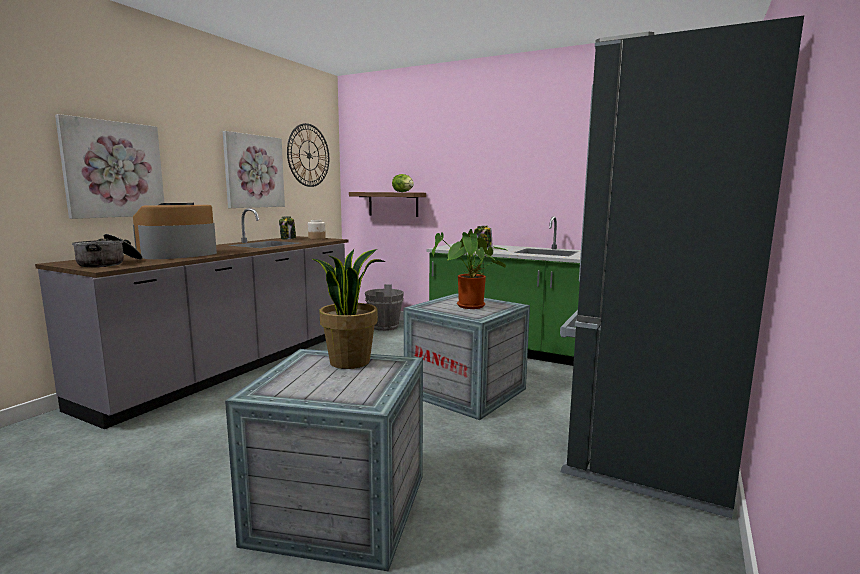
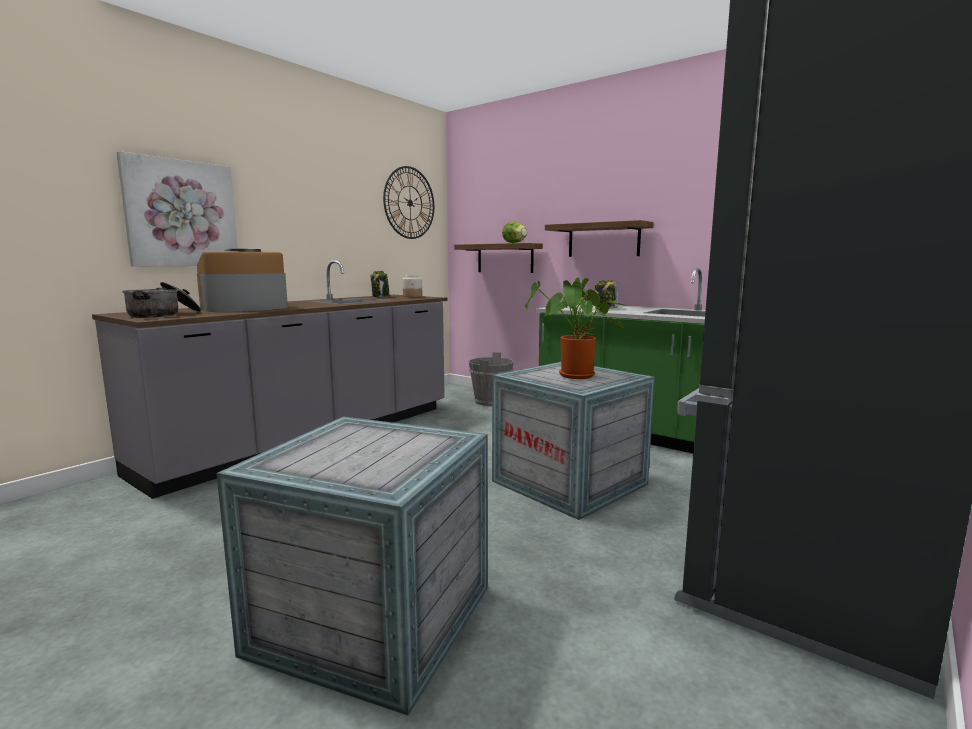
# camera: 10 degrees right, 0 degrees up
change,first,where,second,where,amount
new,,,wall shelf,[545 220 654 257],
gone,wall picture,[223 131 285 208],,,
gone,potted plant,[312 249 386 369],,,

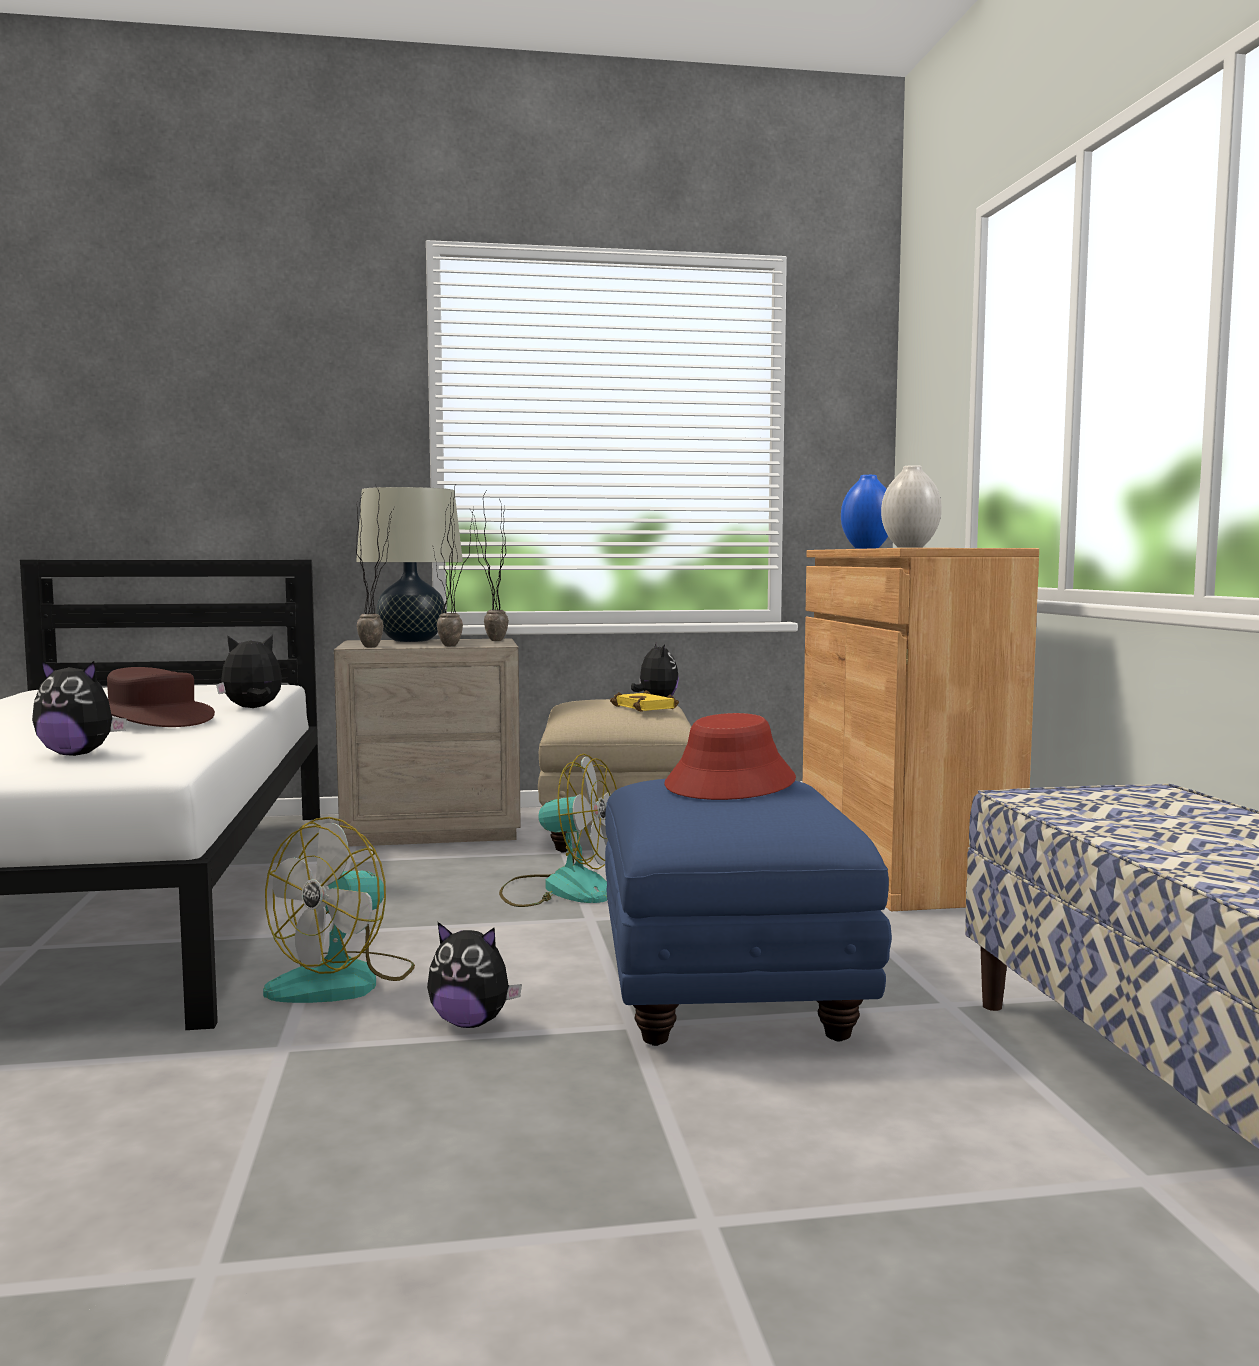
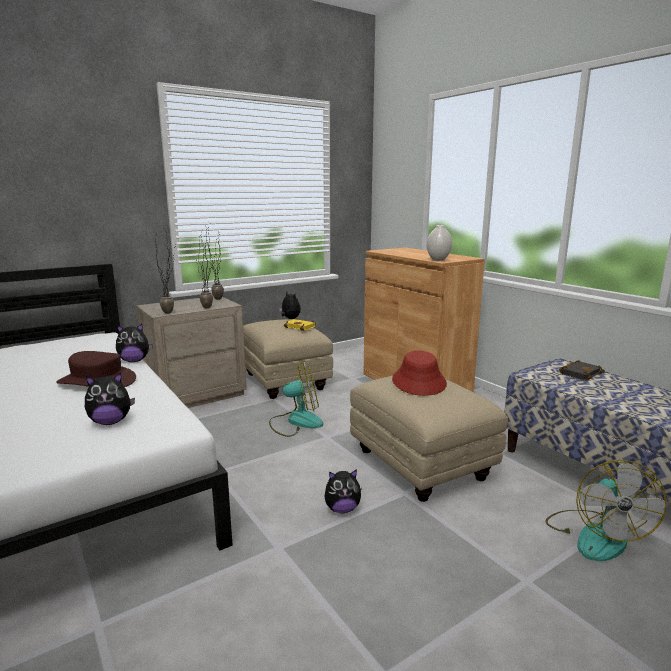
# camera: 25 degrees left, 10 degrees up
change,first,where,second,where,amount
rotated,cuddly toy,[216 634 282 708],,[116 324 153 362],150 degrees counterclockwise
repainted,blue-coloured footrest,[605 779 892 1046],beige footrest,[350 376 508 502],
shifted,fan,[263 817 415 1003],,[546 460 667 561],
new,,,black-coloured book,[559 360 605 381],
gone,beige tabletop lamp,[356 487 463 642],,,
gone,blue-coloured flower vase,[841 475 888 549],,,

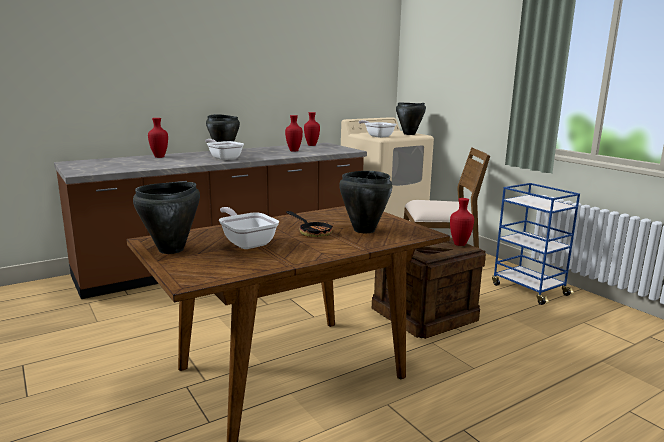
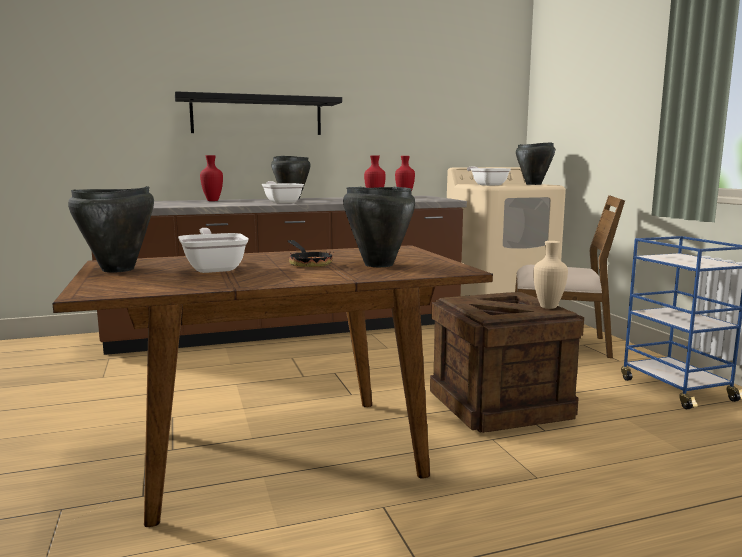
# camera: 15 degrees right, 5 degrees down
change,first,where,second,where,amount
new,,,black-coloured wall shelf,[175 91 342 135],
repainted,red flower vase,[450 198 474 246],beige flower vase,[533 241 568 309],

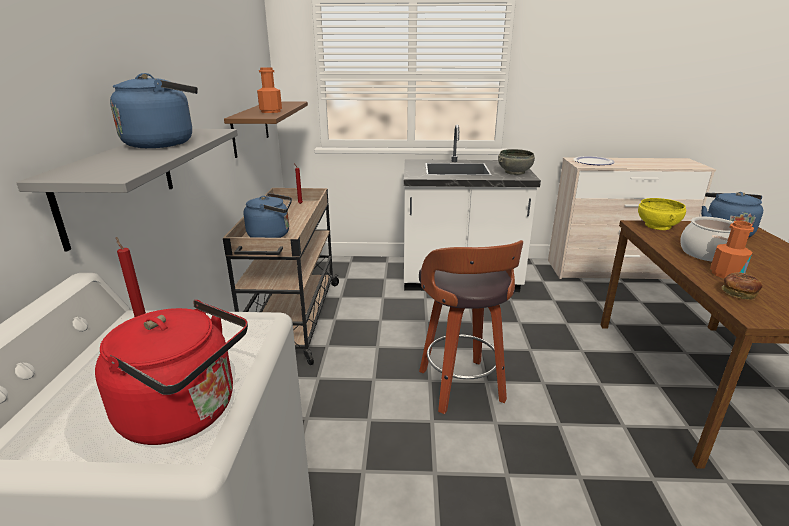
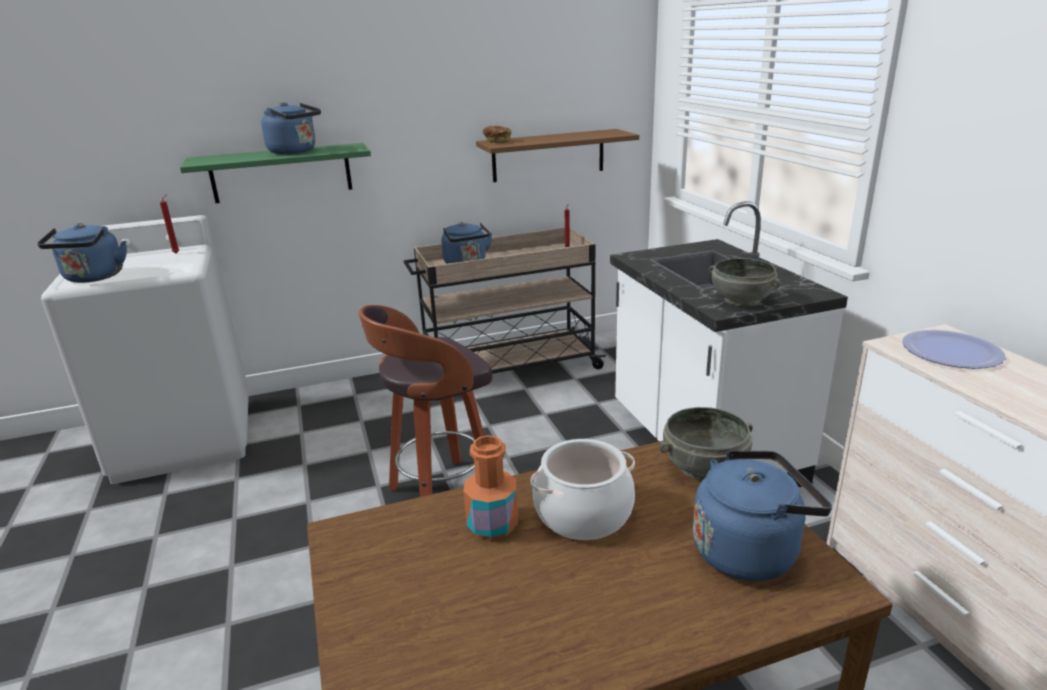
# camera: 70 degrees right, 0 degrees up
change,first,where,second,where,amount
repainted,red water kettle,[95 300 248 445],blue-coloured water kettle,[37 223 127 283],
repainted,gray wall shelf,[16 129 238 252],green wall shelf,[180 143 371 203],
shifted,bread,[722 272 763 300],,[482 126 511 143],
repainted,yellow bowl,[638 198 686 230],gray bowl,[659 407 753 481],
gone,orange-coloured drink bottle,[257 67 282 113],,,

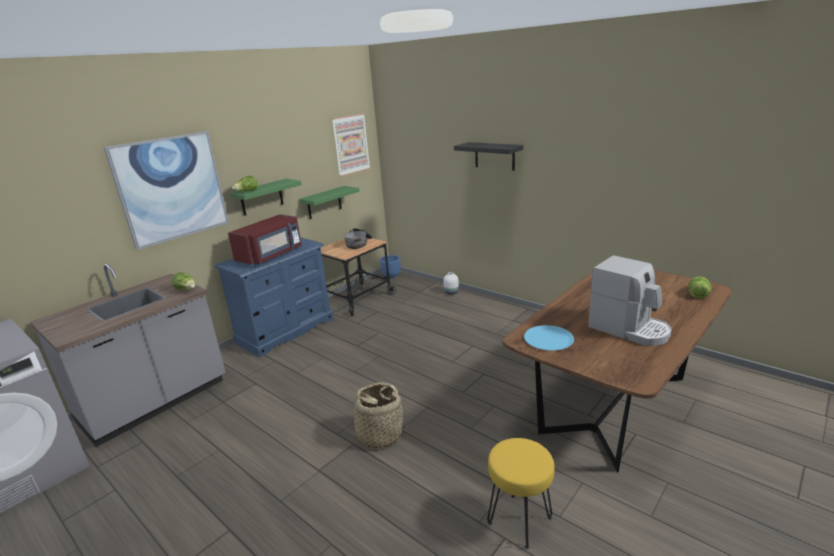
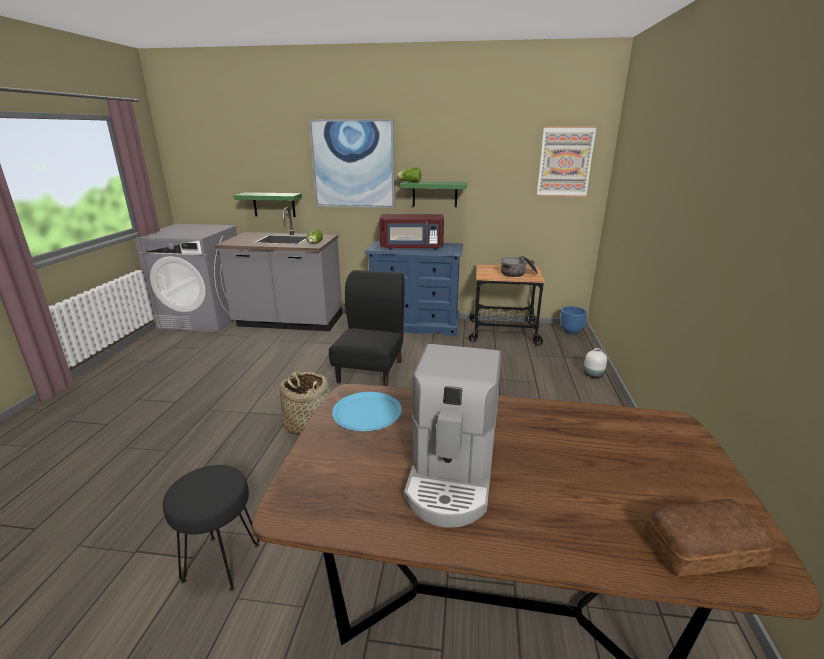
# camera: 55 degrees right, 0 degrees up
change,first,where,second,where,amount
repainted,yellow stool,[487 438 555 549],black-coloured stool,[163 465 260 591],
shifted,green wall shelf,[299 186 360 219],,[233 192 302 217],
new,,,black-coloured upright chair,[329 270 405 386],
swapped,head of lettuce,[688 276 712 299],bread,[644 499 775 576],
gone,black-coloured wall shelf,[454 142 523 171],,,

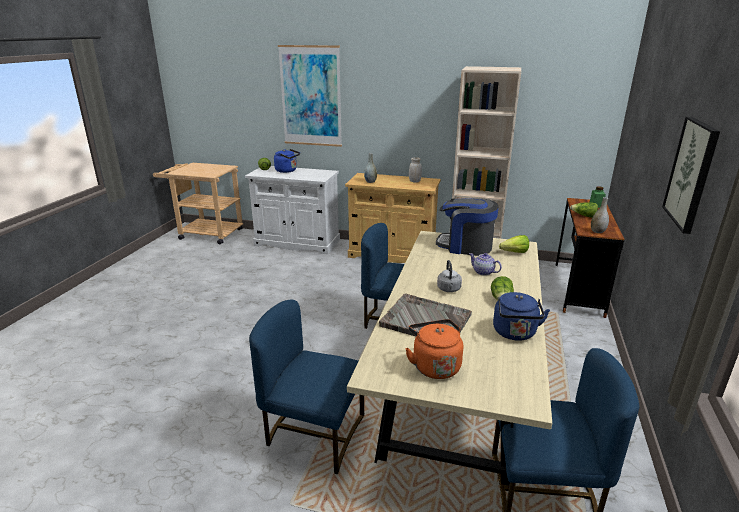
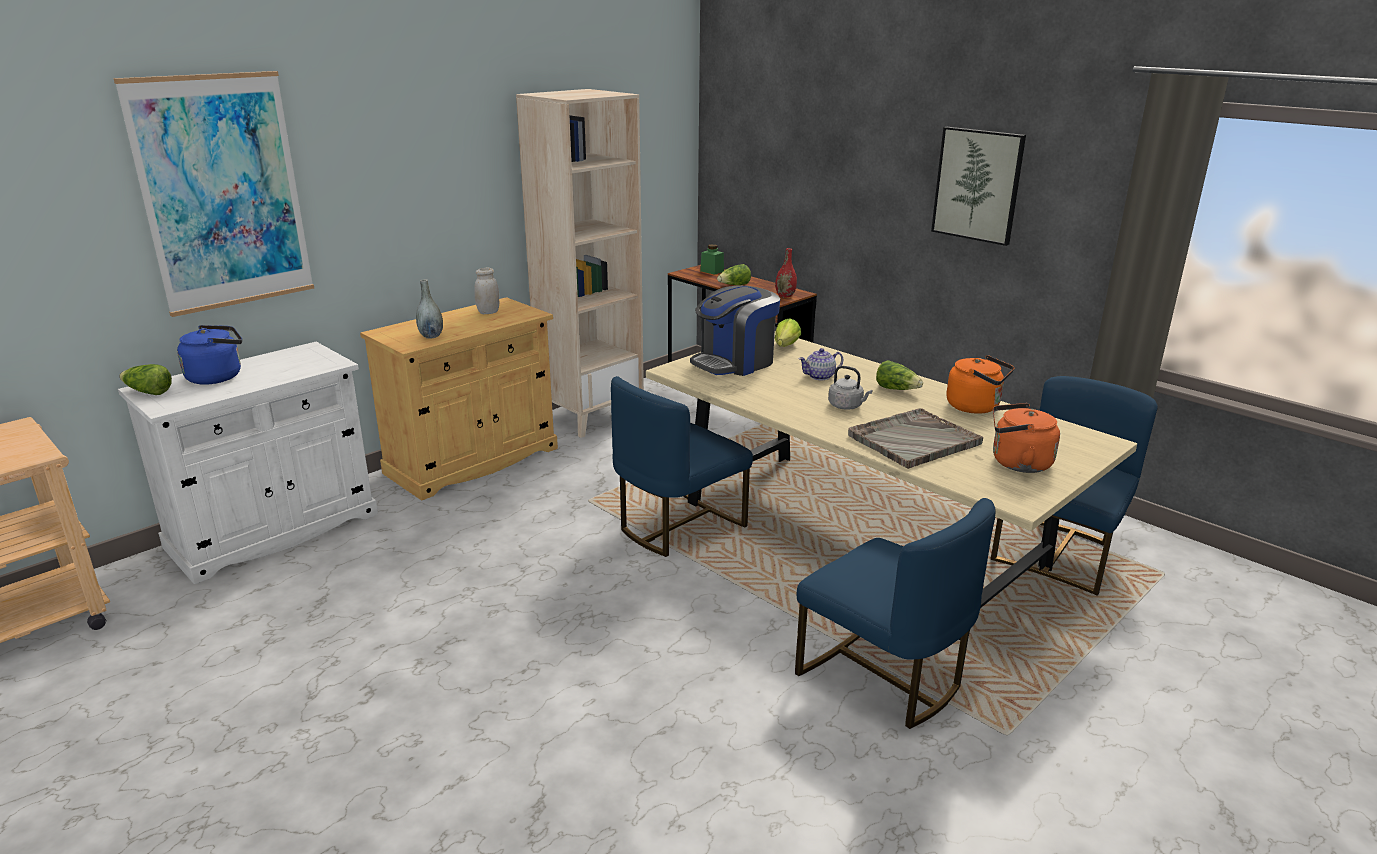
# camera: 60 degrees left, 0 degrees up
change,first,where,second,where,amount
repainted,gray flower vase,[591 197 609 233],red flower vase,[775 248 797 298],
rotated,blue-coloured upright chair,[249 300 364 475],,[795 498 996 729],90 degrees counterclockwise
repainted,blue-coloured water kettle,[493 292 550 341],orange-coloured water kettle,[946 355 1014 414],

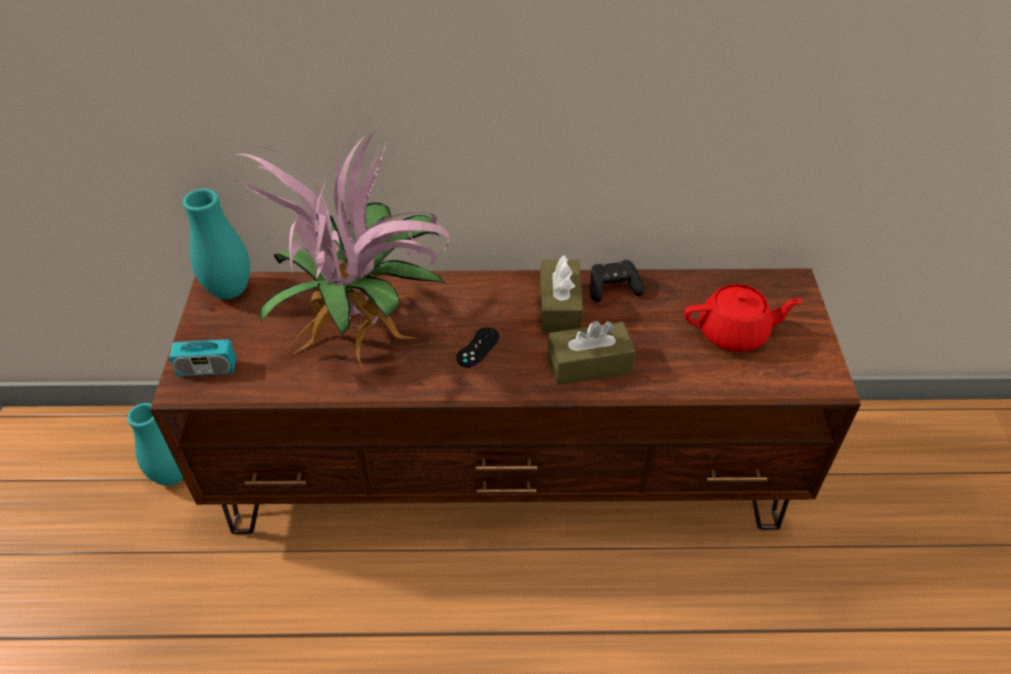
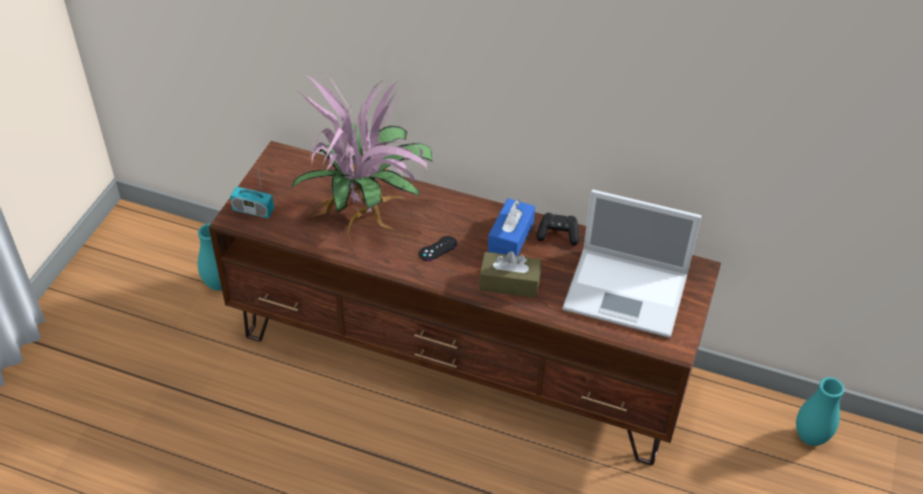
# camera: 20 degrees right, 0 degrees up
change,first,where,second,where,amount
repainted,brown box of tissues,[540 255 583 333],blue-coloured box of tissues,[488 198 535 256],
swapped,red pot for tea,[684 284 803 352],portable computer,[562 189 701 338],
shifted,turquoise flower vase,[183 188 250 299],,[796 377 844 446],

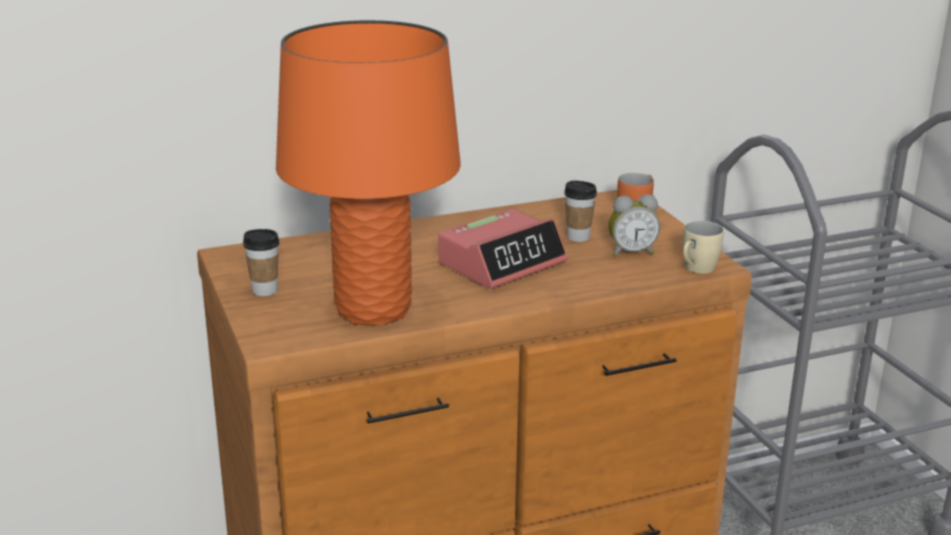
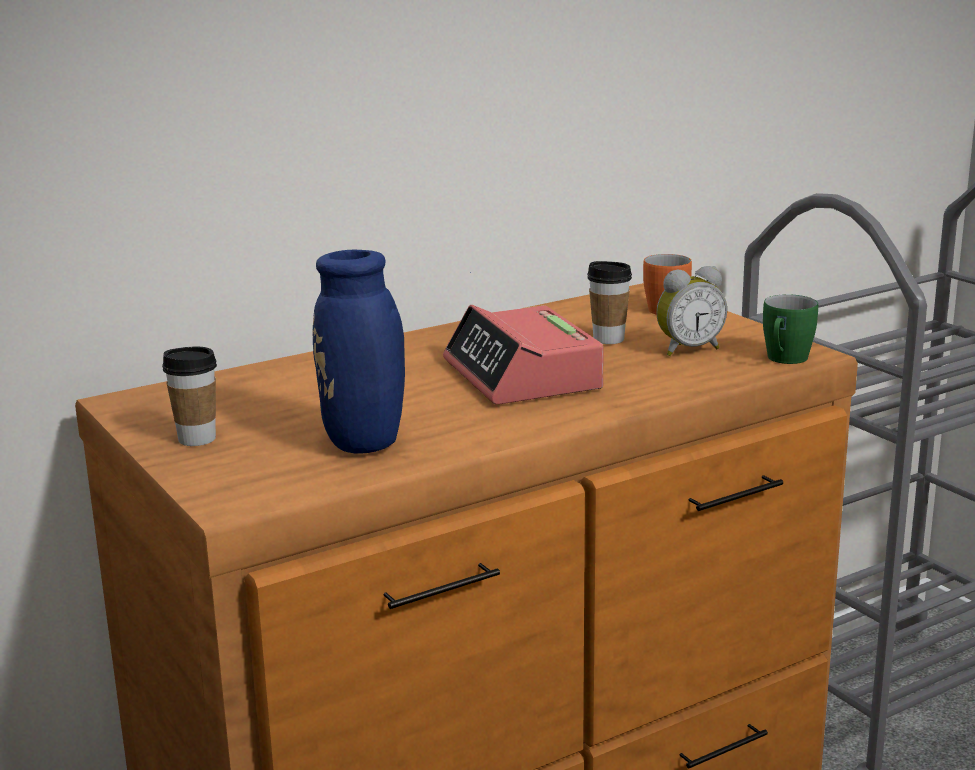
# camera: 10 degrees left, 5 degrees down
change,first,where,second,where,amount
swapped,orange-coloured tabletop lamp,[276 20 461 326],blue-coloured flower vase,[313 250 471 454],
rotated,table clock,[438 209 567 289],,[443 305 604 405],120 degrees clockwise
repainted,beige coffee mug,[683 221 724 274],green coffee mug,[763 294 818 364],

